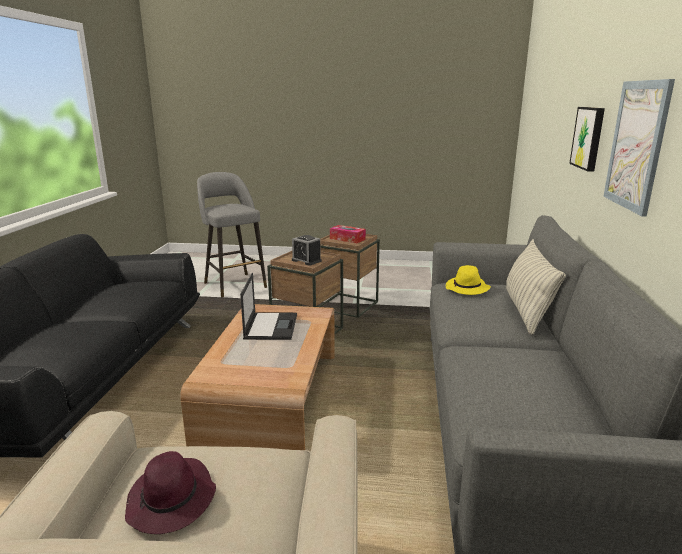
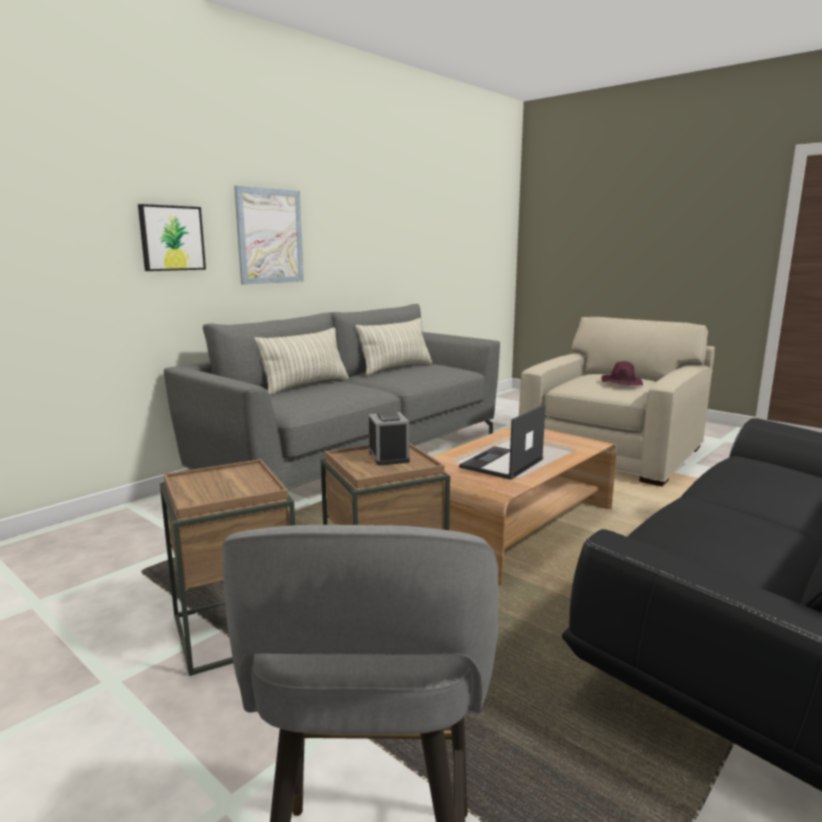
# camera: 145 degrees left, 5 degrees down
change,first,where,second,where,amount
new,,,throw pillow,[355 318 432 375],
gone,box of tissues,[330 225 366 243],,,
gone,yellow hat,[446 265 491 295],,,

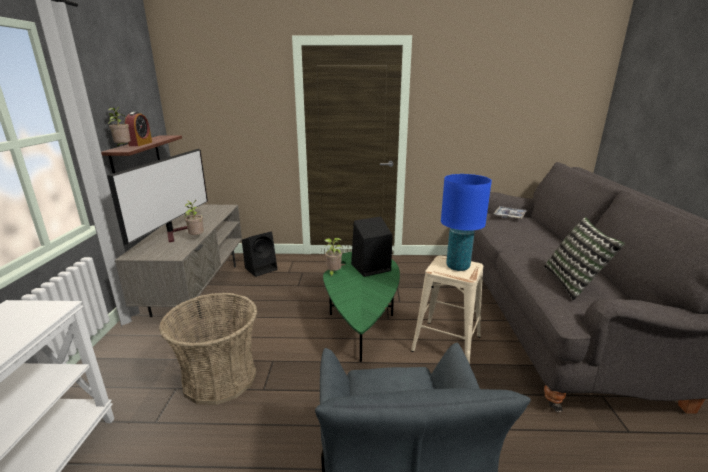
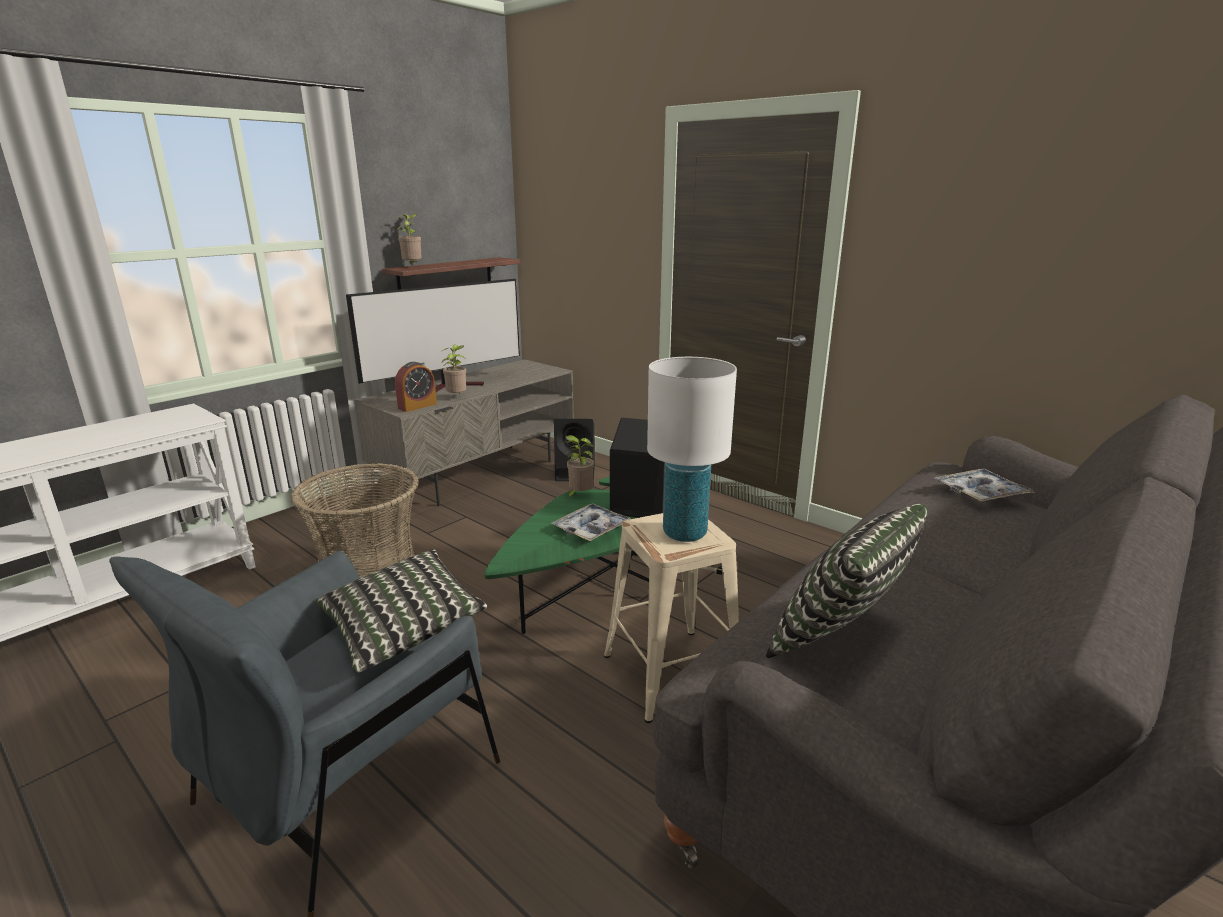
# camera: 40 degrees right, 0 degrees up
change,first,where,second,where,amount
new,,,throw pillow,[316 549 487 673],
shifted,table clock,[125 112 152 146],,[395 362 437 412],
new,,,tray,[551 503 631 541],
repainted,blue-coloured tabletop lamp,[441 174 492 271],whitish tabletop lamp,[647 357 737 542],

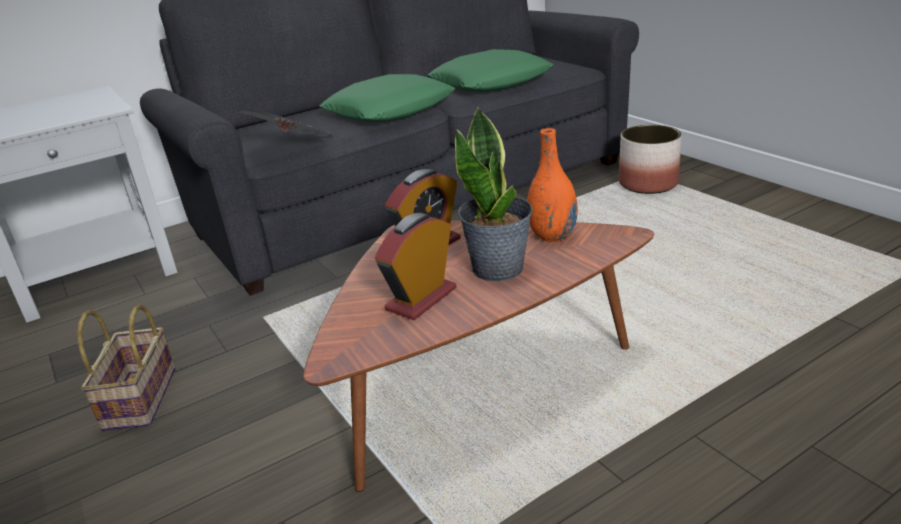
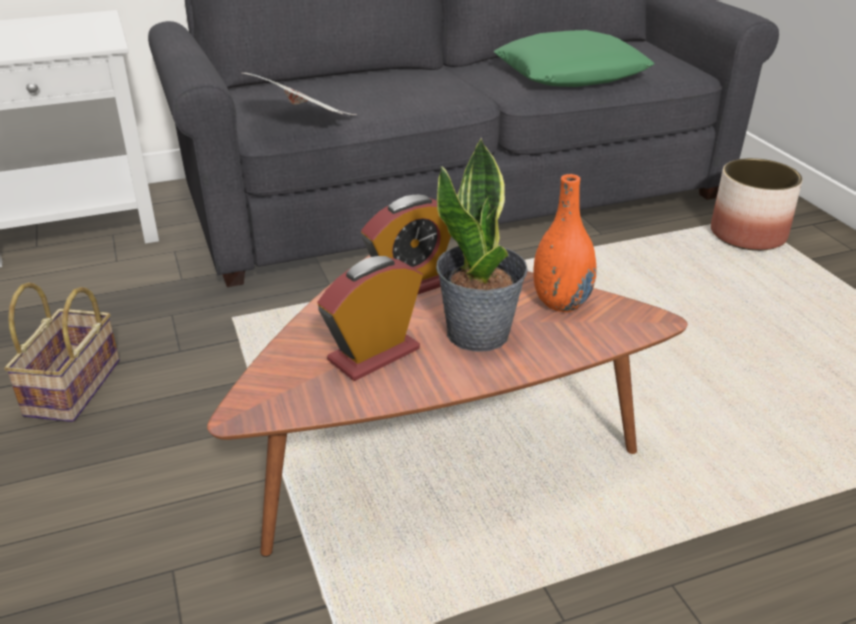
# camera: 10 degrees right, 5 degrees up
change,first,where,second,where,amount
gone,green throw pillow,[320 74 456 122],,,

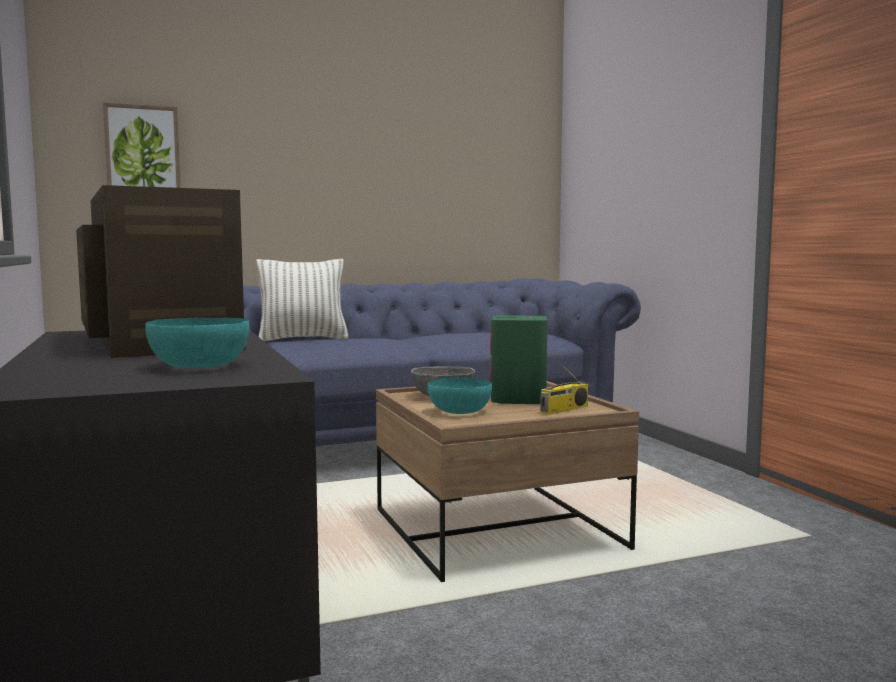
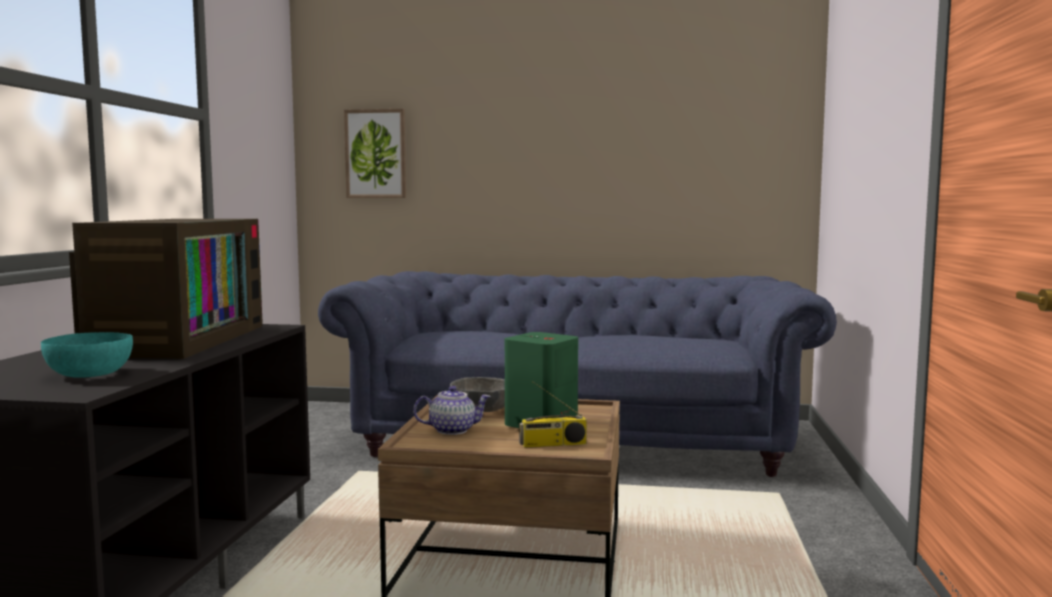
# camera: 30 degrees right, 0 degrees up
change,first,where,second,where,amount
swapped,turquoise bowl,[428 377 492 414],pot for tea,[413 386 491 435],
gone,throw pillow,[256 259 349 341],,,

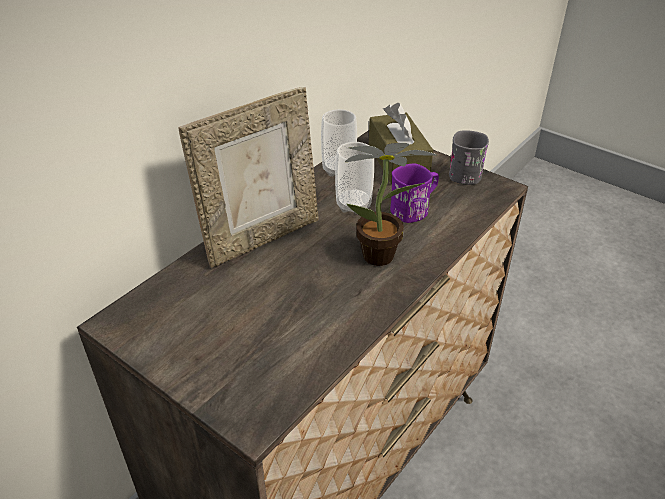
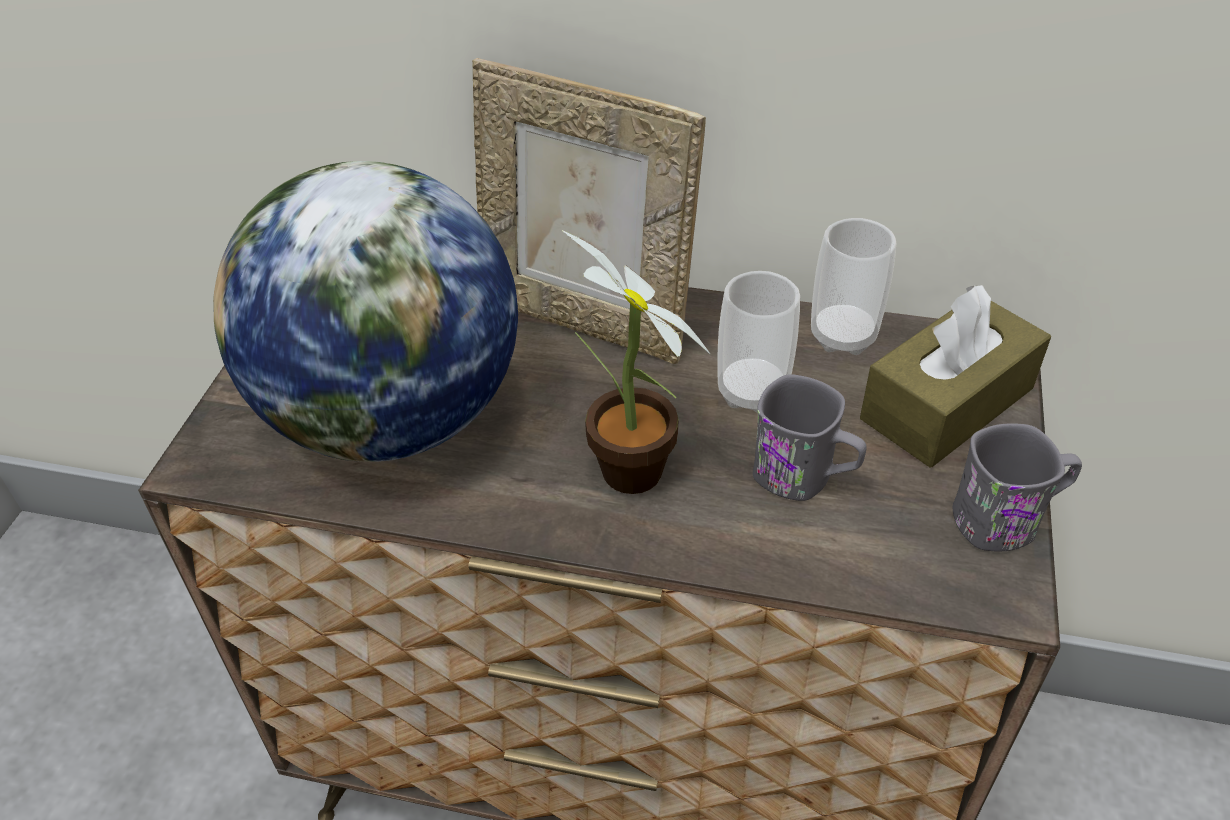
# camera: 65 degrees right, 5 degrees up
change,first,where,second,where,amount
new,,,globe,[213 161 518 462],
repainted,purple-coloured coffee mug,[390 163 439 223],gray coffee mug,[753 374 867 501],

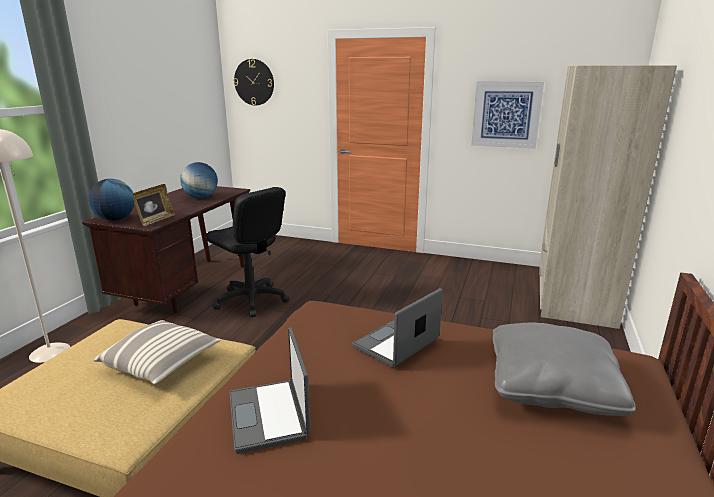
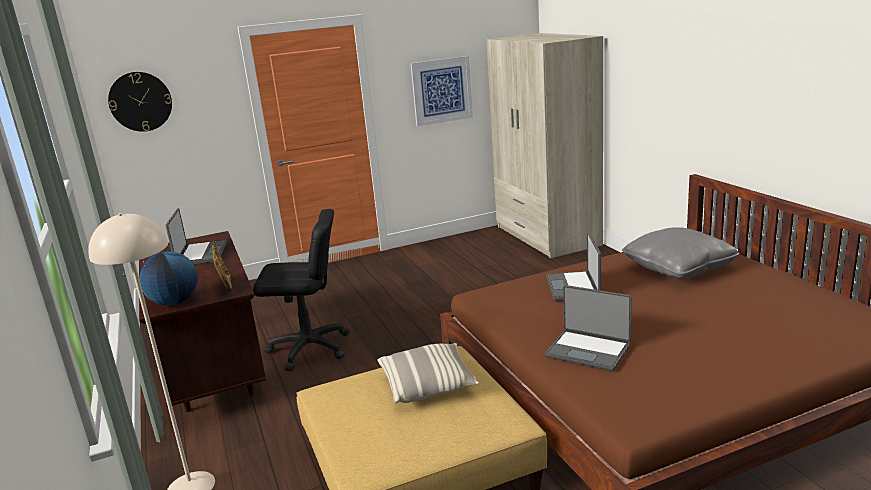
# camera: 40 degrees left, 0 degrees up
change,first,where,second,where,amount
swapped,globe,[180 162 218 198],portable computer,[165 208 227 265],

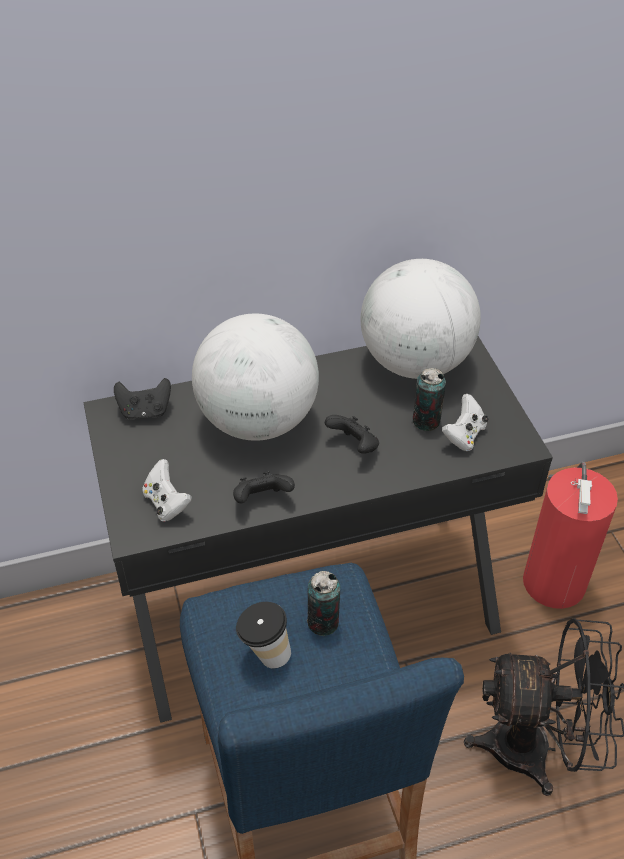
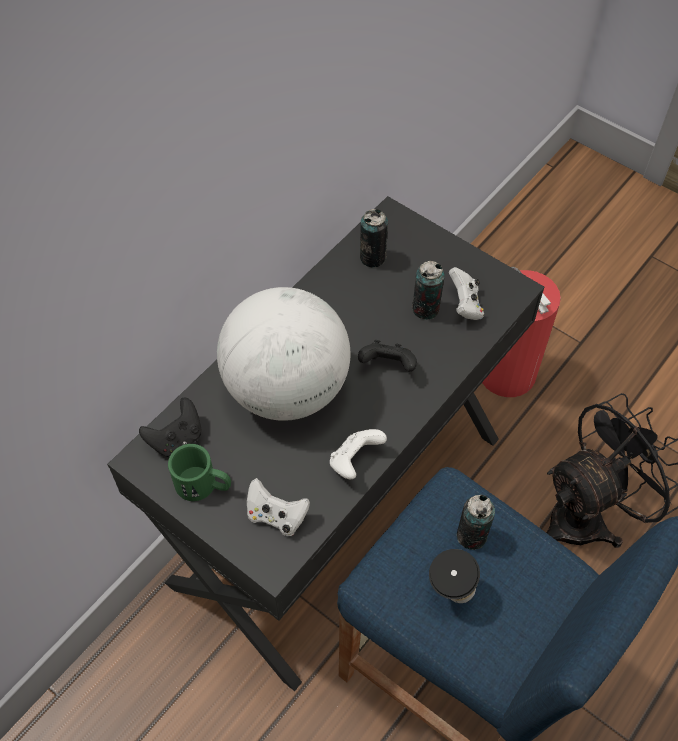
# camera: 35 degrees left, 10 degrees up
change,first,where,second,where,amount
new,,,green coffee mug,[168 444 231 501],
repainted,black-coloured gamepad,[233 471 295 503],whitish gamepad,[330 429 387 479],
swapped,globe,[360 259 481 379],sealed can,[360 209 388 268],

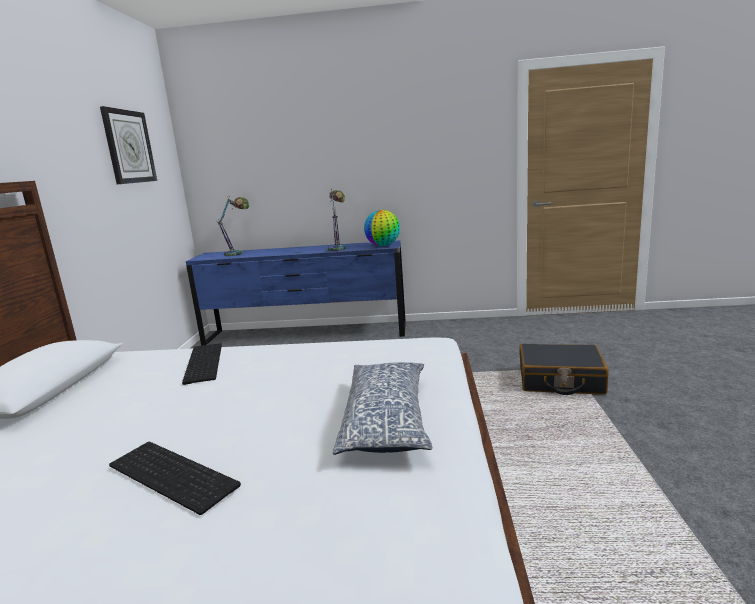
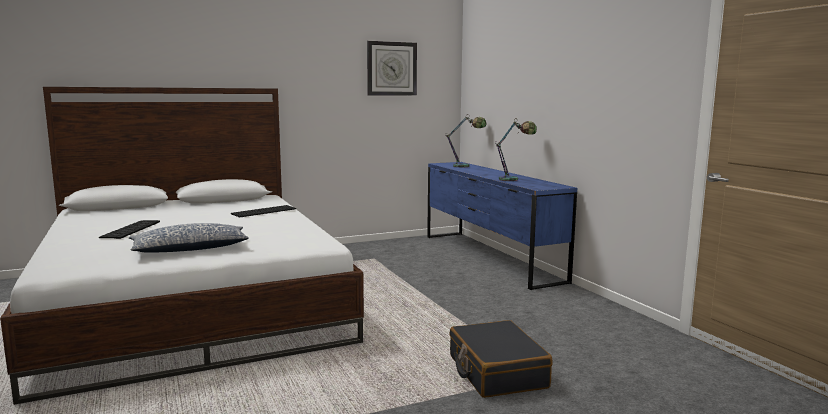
# camera: 60 degrees right, 5 degrees down
change,first,where,second,where,amount
gone,globe,[364 210 400 246],,,

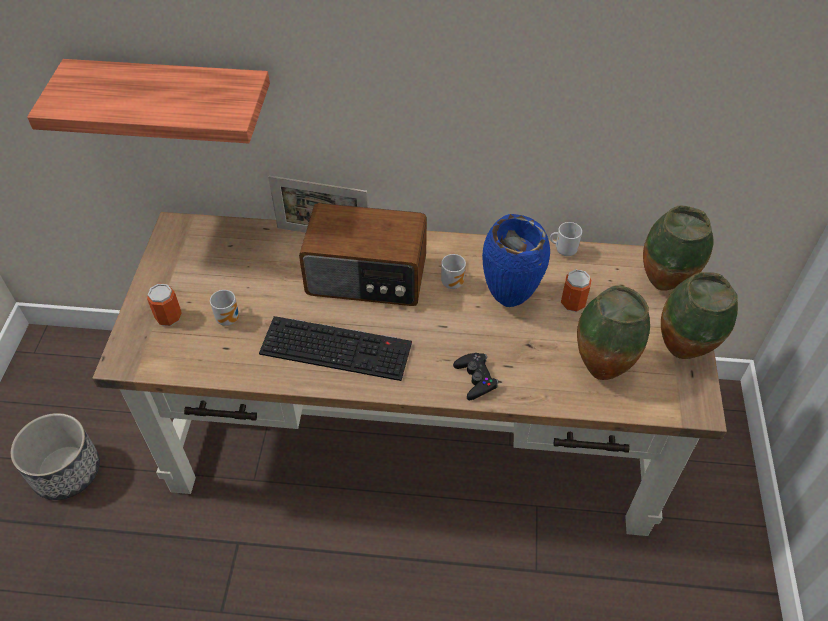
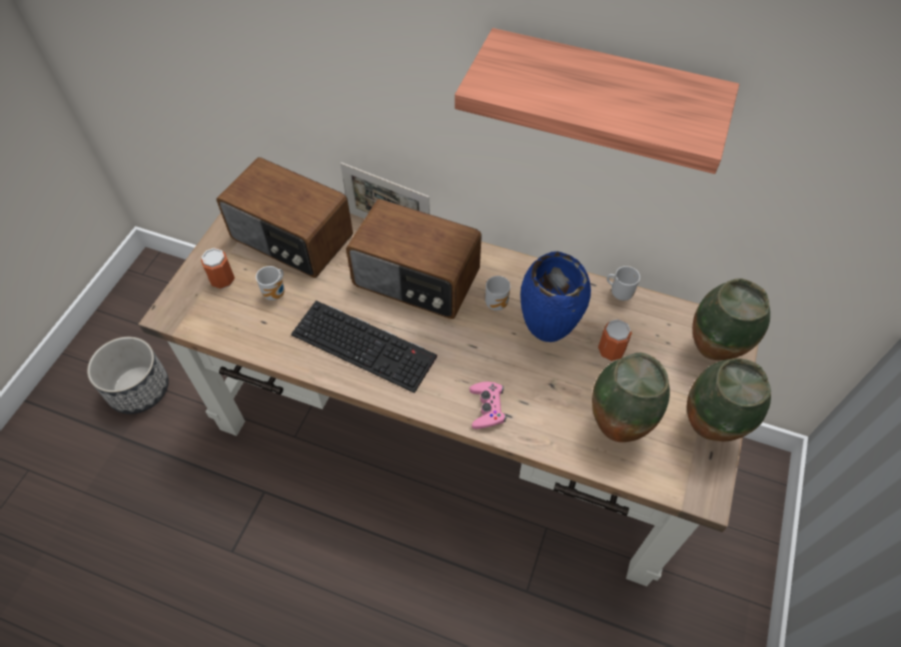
# camera: 15 degrees right, 5 degrees up
change,first,where,second,where,amount
new,,,radio set,[216 157 353 278],
shifted,wall shelf,[27 59 270 143],,[455 28 739 174],
repainted,black-coloured gamepad,[453 353 499 400],pink-coloured gamepad,[469 382 507 429],

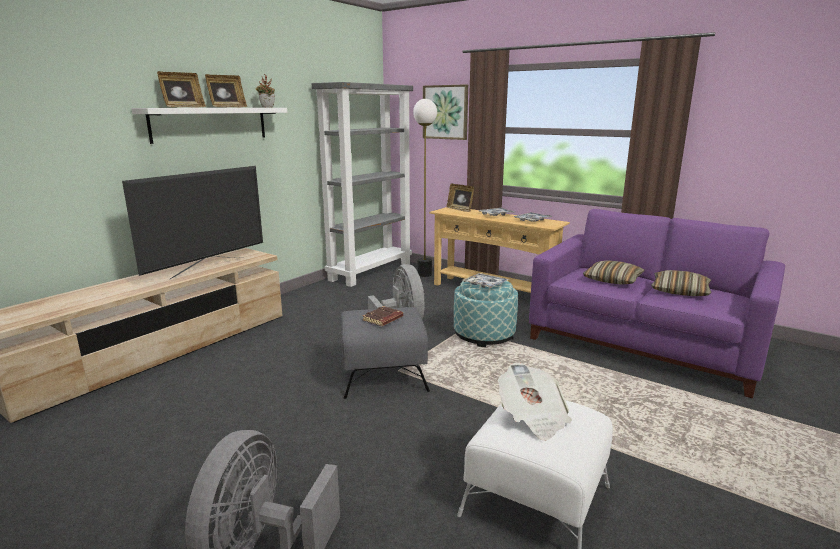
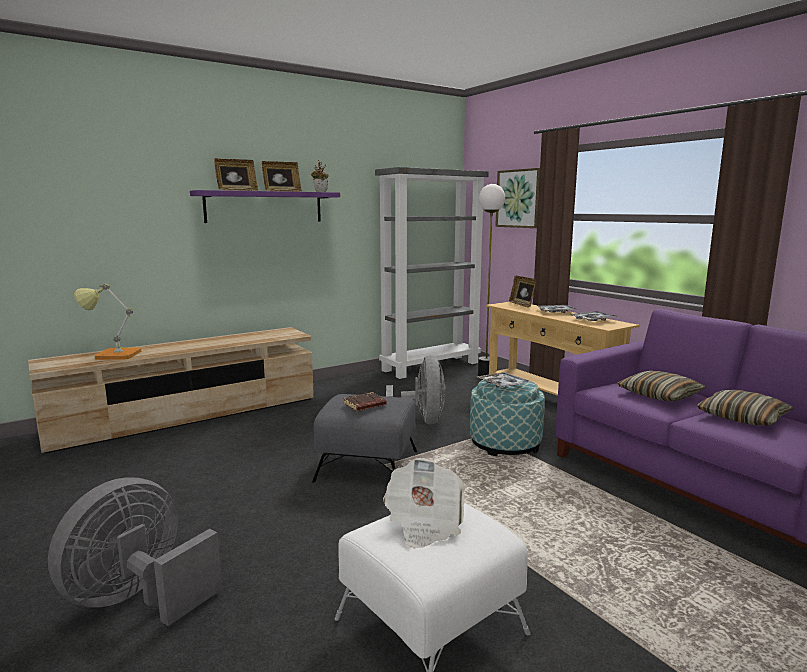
# camera: 20 degrees right, 5 degrees down
change,first,where,second,where,amount
new,,,tabletop lamp,[74 284 141 360],
repainted,whitish wall shelf,[131 108 287 144],purple-coloured wall shelf,[190 190 340 223],
gone,TV set,[122 166 263 279],,,

